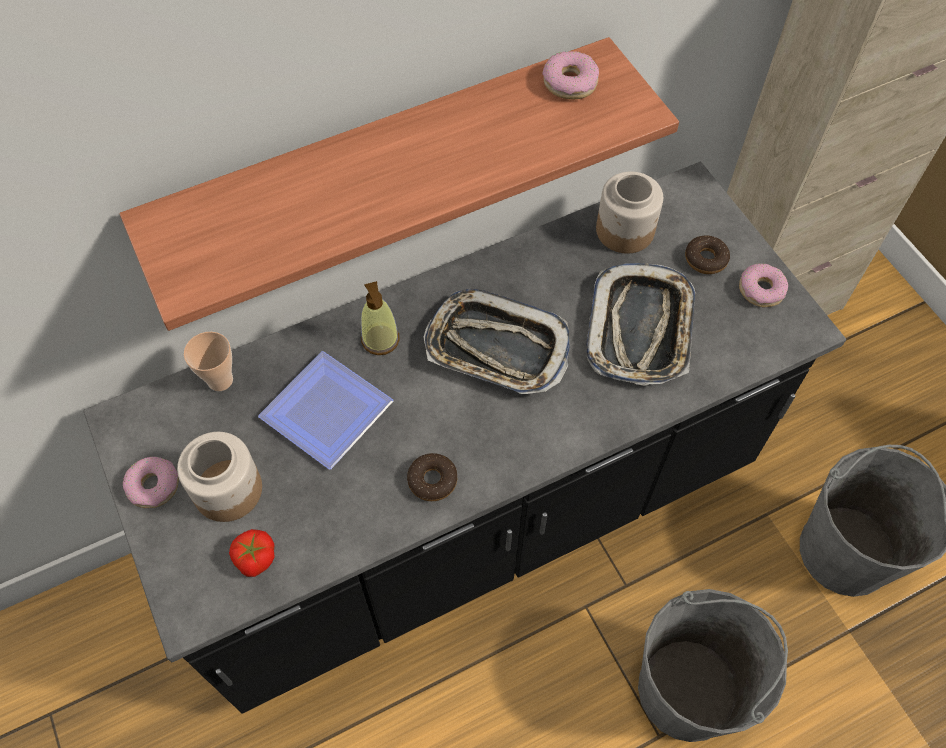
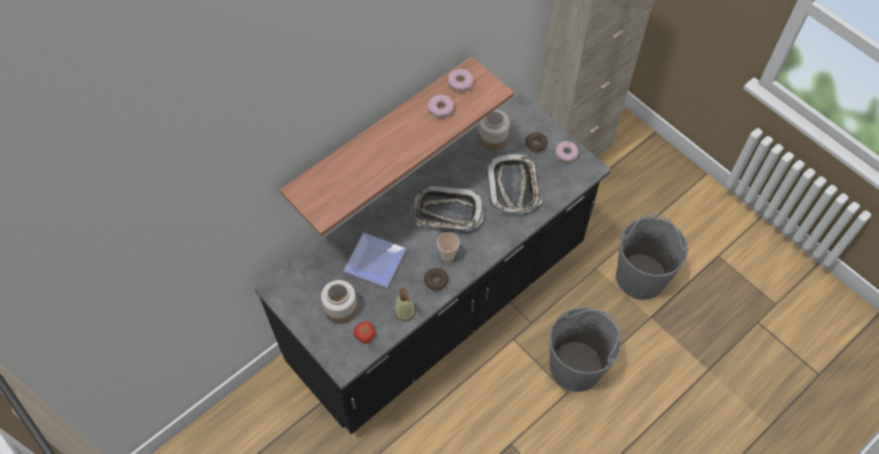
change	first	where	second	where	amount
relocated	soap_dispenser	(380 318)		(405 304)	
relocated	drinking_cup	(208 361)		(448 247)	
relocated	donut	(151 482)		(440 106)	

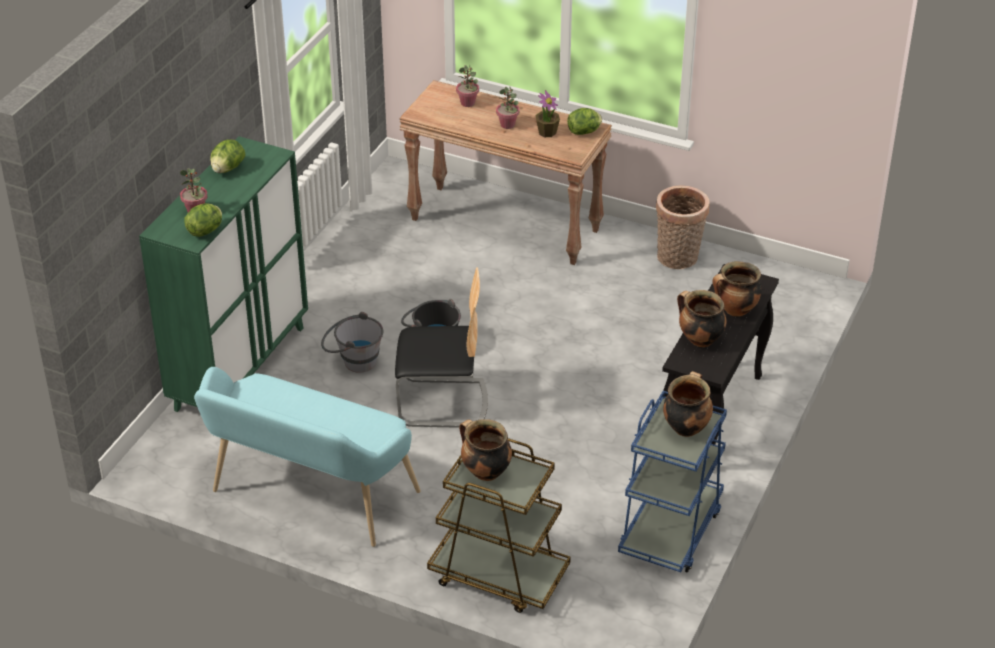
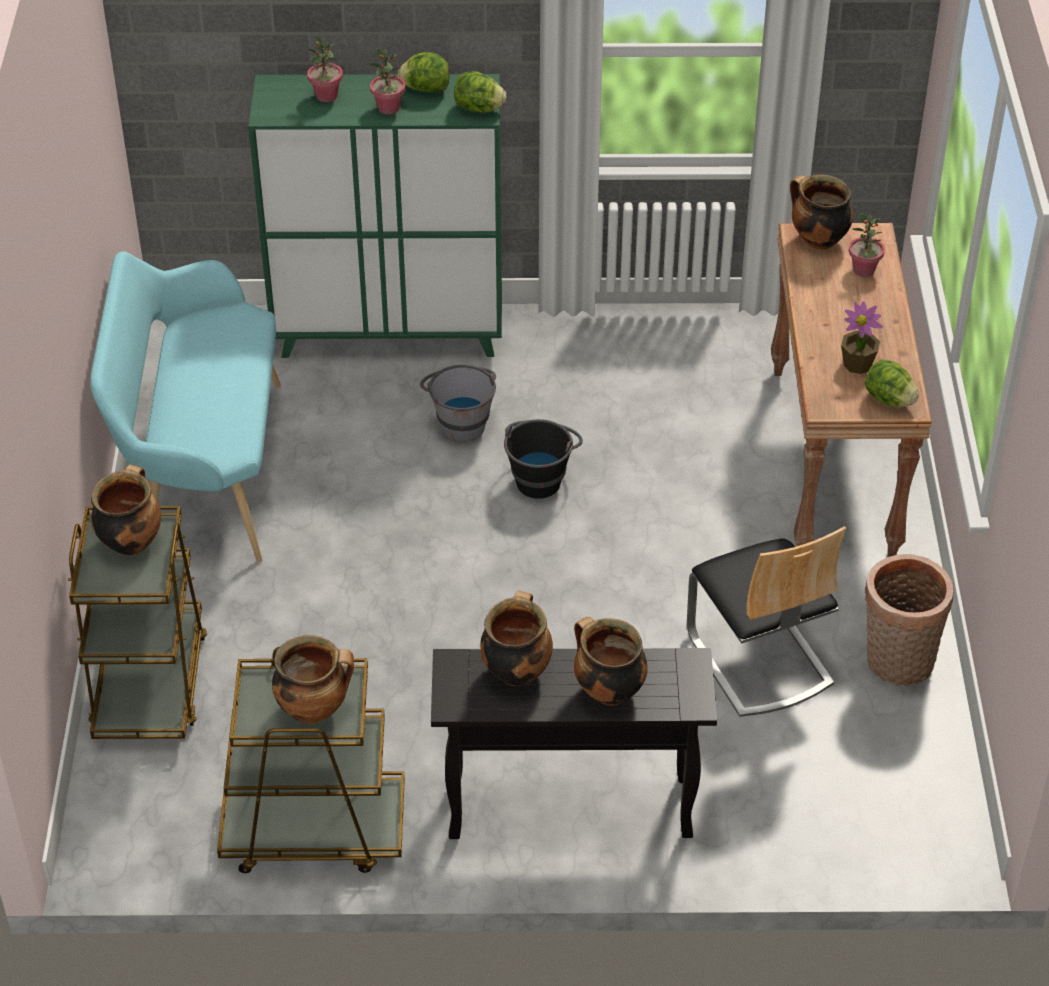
change	first	where	second	where	amount
relocated	potted_plant	(508 108)		(386 81)	
relocated	lettuce_head	(203 220)		(480 92)	
relocated	plain_chair	(441 347)		(766 621)	
colour	blue-coloured_cart	(672 482)	brown_cart	(311 759)	
appeared			saucepot	(821 212)	

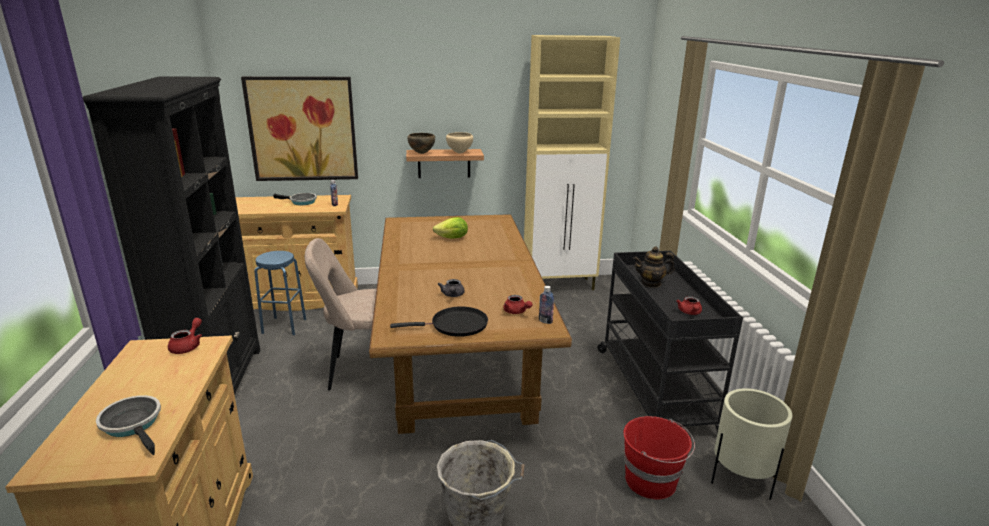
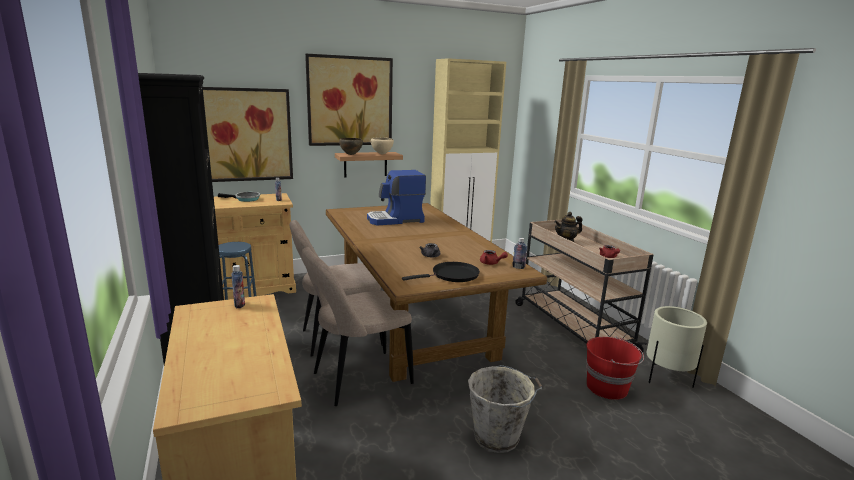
change	first	where	second	where	amount
exchanged	lettuce_head	(450 228)	coffee_maker	(396 197)	
colour	black_cart	(670 342)	beige_cart	(584 286)	
exchanged	reddish_teapot	(185 336)	drink_bottle	(238 286)	
missing	frying_pan	(128 425)			
appeared			wall_picture	(349 100)	
appeared			beige_plain_chair	(358 326)	

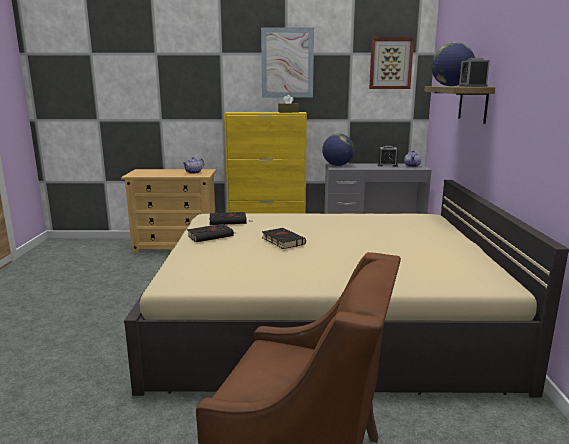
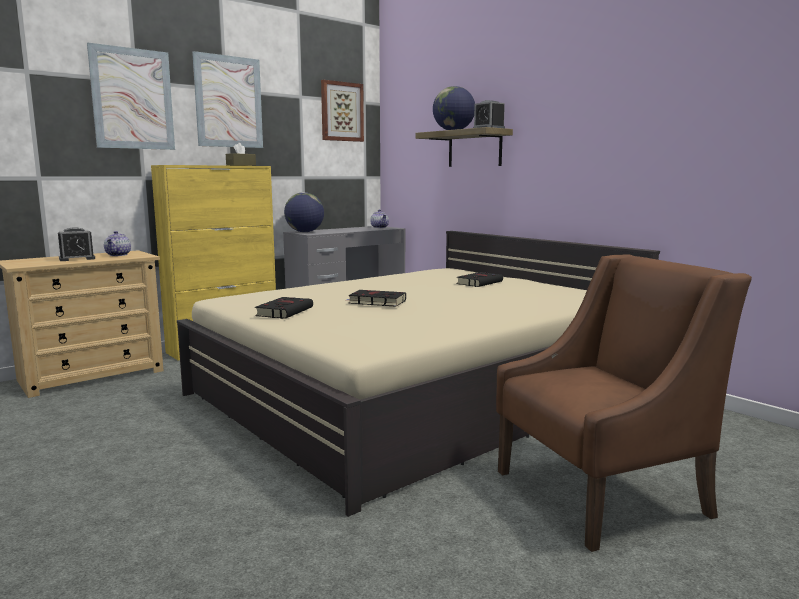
change	first	where	second	where	amount
relocated	bedside_clock	(388 156)		(76 244)	
relocated	black_book	(231 218)		(479 279)	
appeared			wall_picture	(131 96)	

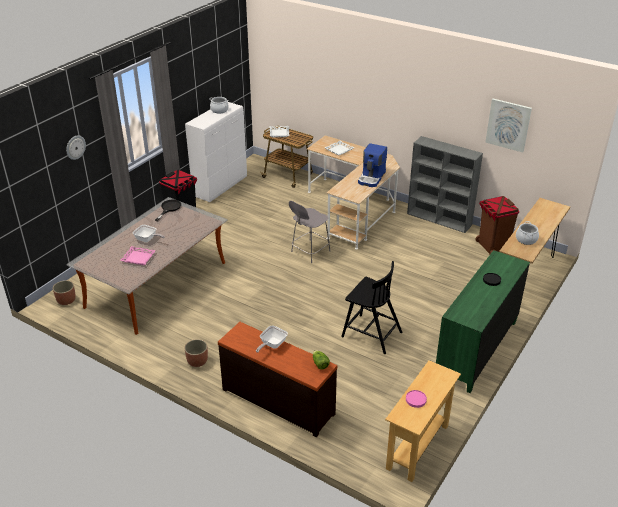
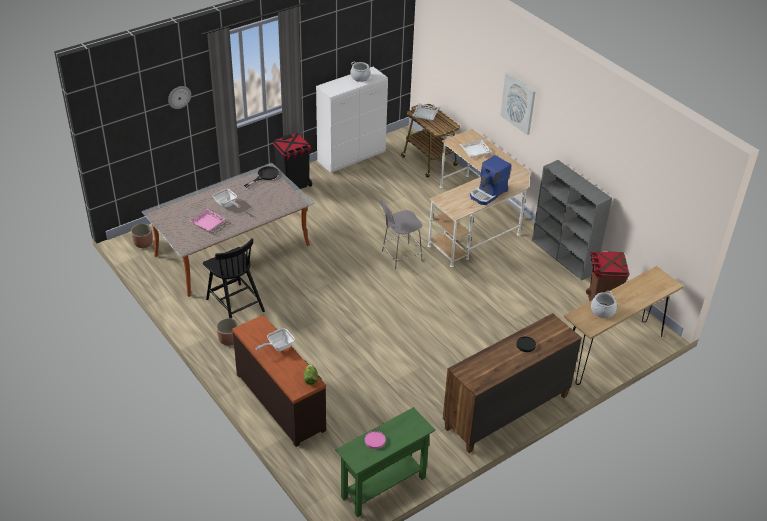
change	first	where	second	where	amount
relocated	wall_picture	(508 125)		(518 104)	
colour	greenish_chest_of_drawers	(483 321)	brown_chest_of_drawers	(512 383)	
relocated	black_plain_chair	(371 307)		(234 278)	
colour	beige_narrow_table	(423 421)	greenish_narrow_table	(385 462)	

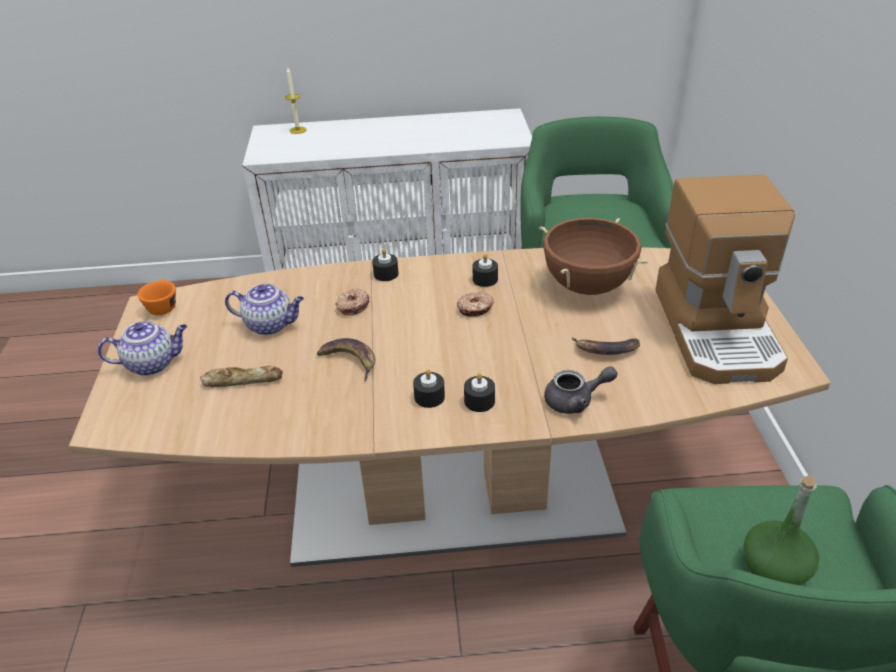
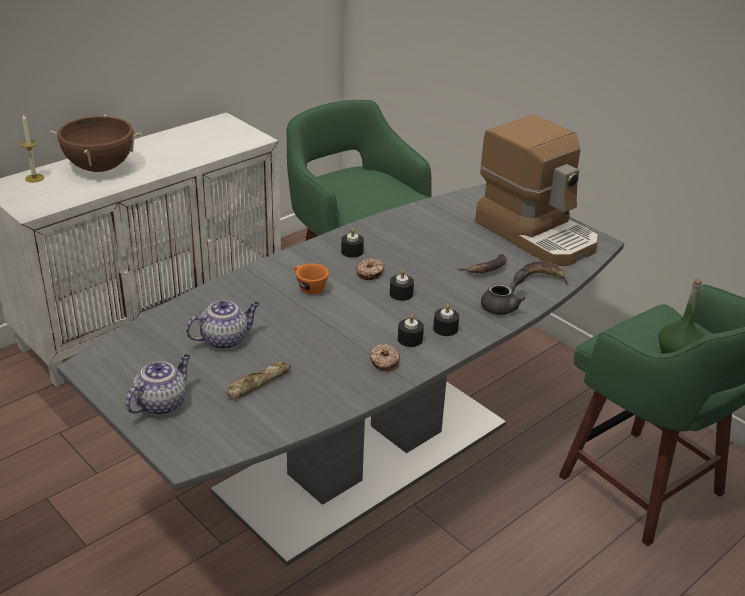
change	first	where	second	where	amount
relocated	brown_saucepot	(593 256)		(95 143)	
colour	brown_kitchen_table	(450 407)	gray_kitchen_table	(340 375)	
relocated	black_wax_candle	(385 265)		(402 285)	
relocated	orange-coloured_drinking_cup	(157 297)		(311 278)	
relocated	donut	(353 302)		(385 358)	
relocated	whole_banana	(346 360)		(544 274)	

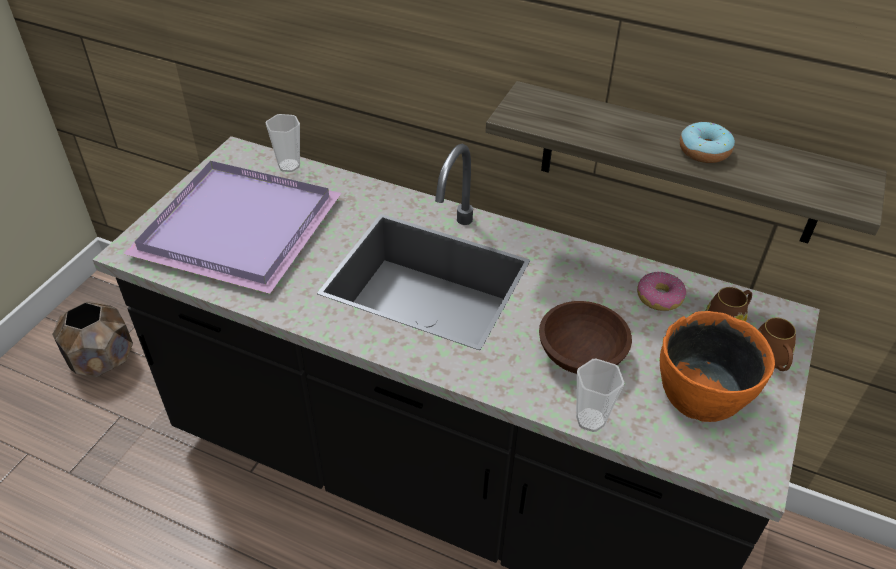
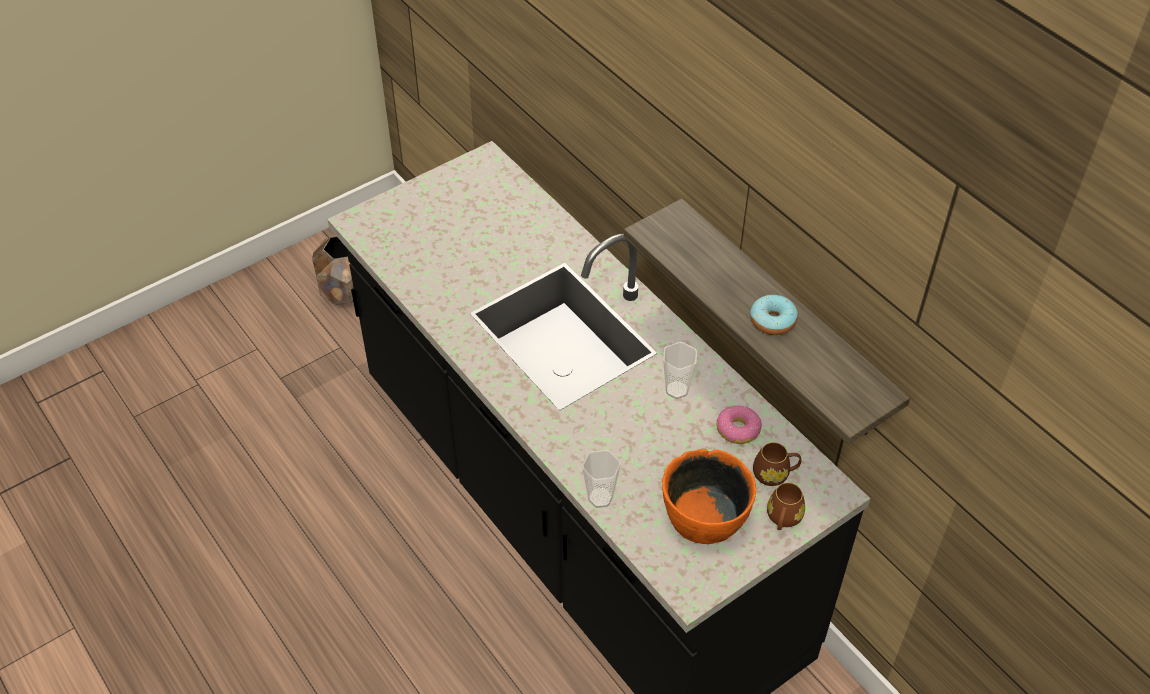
change	first	where	second	where	amount
relocated	drinking_cup	(283 143)		(680 370)	
missing	purplish_serving_tray	(232 227)			
missing	brown_deep_dish	(585 337)			

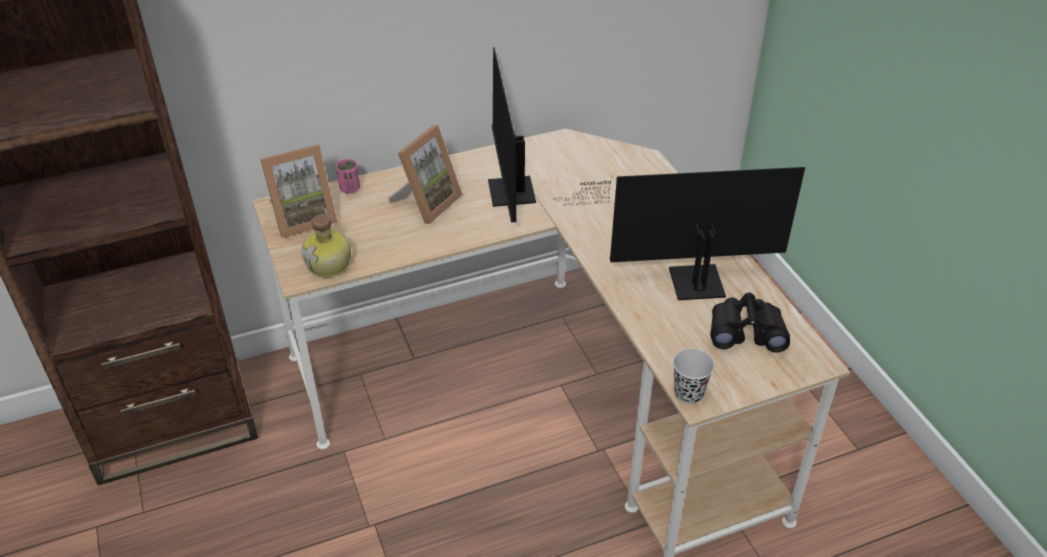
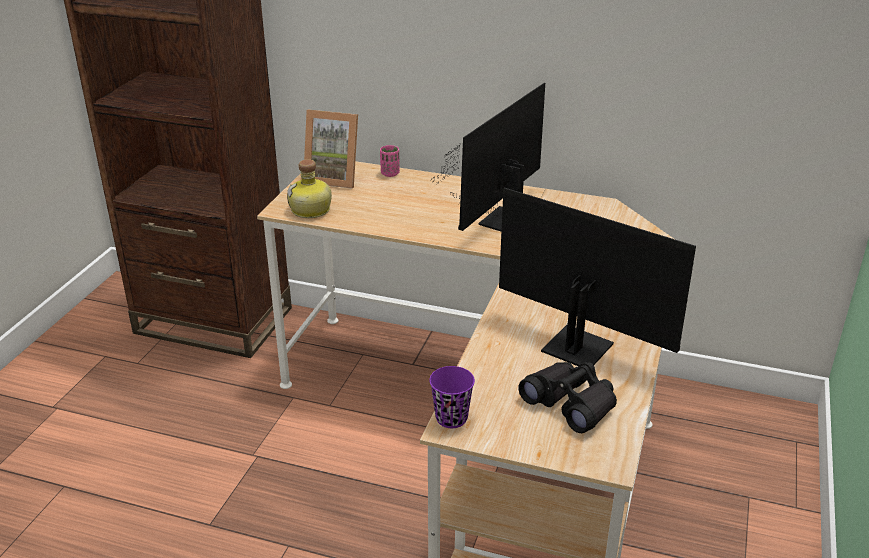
change	first	where	second	where	amount
missing	photo_frame	(426 174)			
colour	black_drinking_cup	(693 376)	purplish_drinking_cup	(452 397)	

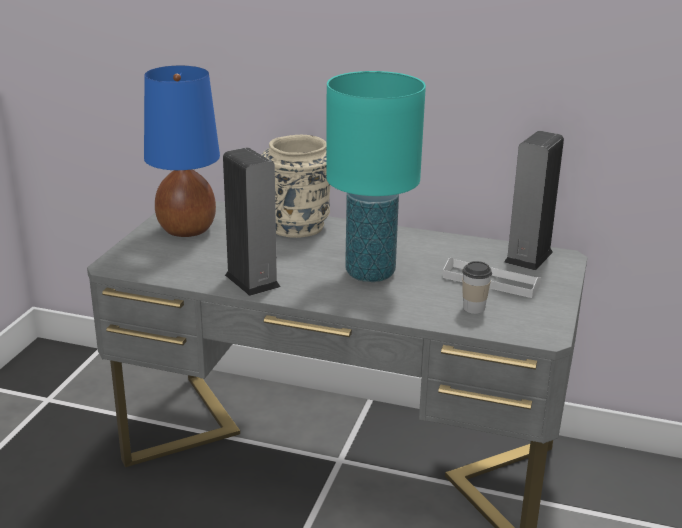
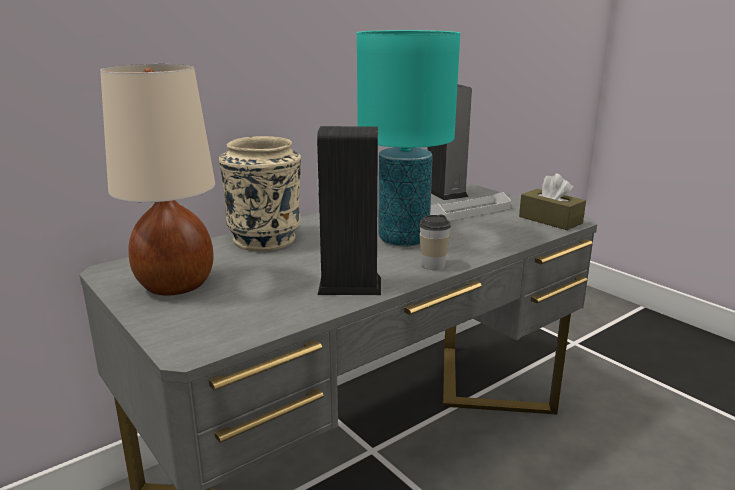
change	first	where	second	where	amount
colour	blue-coloured_lamp_for_a_table	(182 151)	beige_lamp_for_a_table	(157 180)	
relocated	drinking_cup	(477 287)		(435 242)	
appeared			brown_tissue_box	(552 202)	

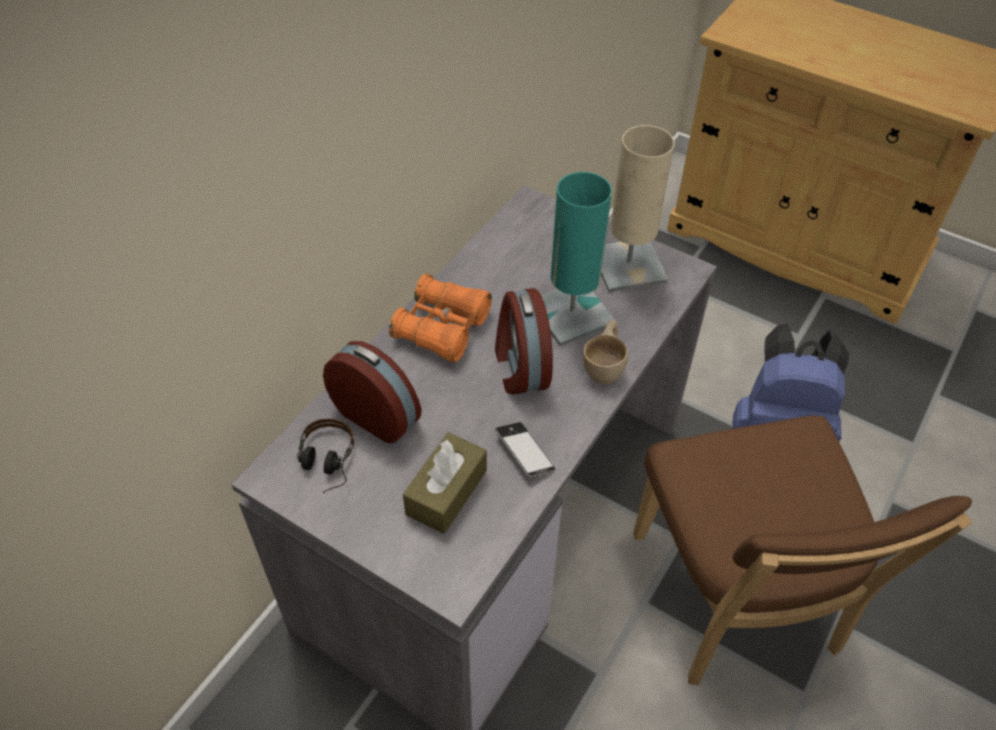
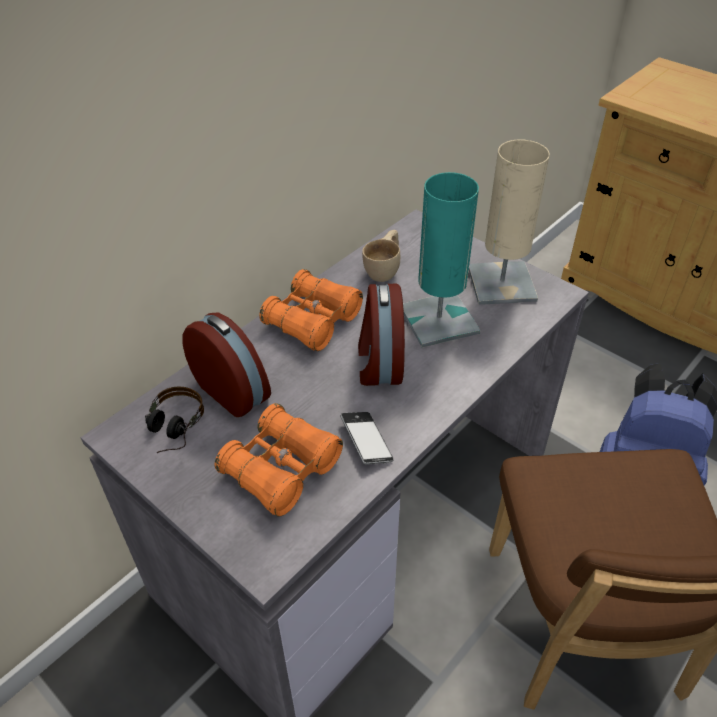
change	first	where	second	where	amount
relocated	beige_drinking_cup	(605 352)		(381 256)	
exchanged	brown_tissue_box	(445 483)	orange-coloured_binoculars	(278 460)	

